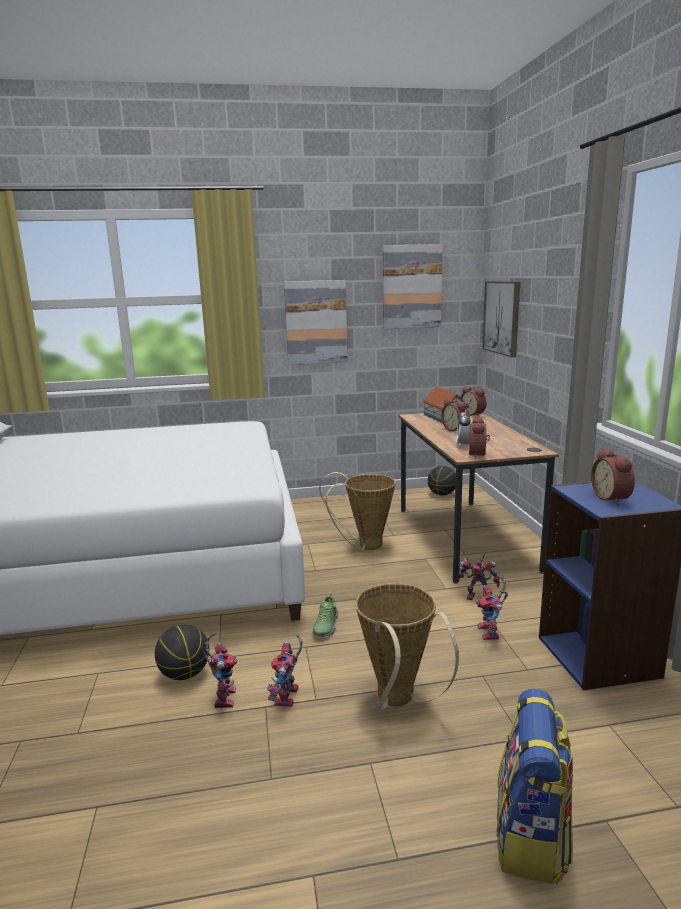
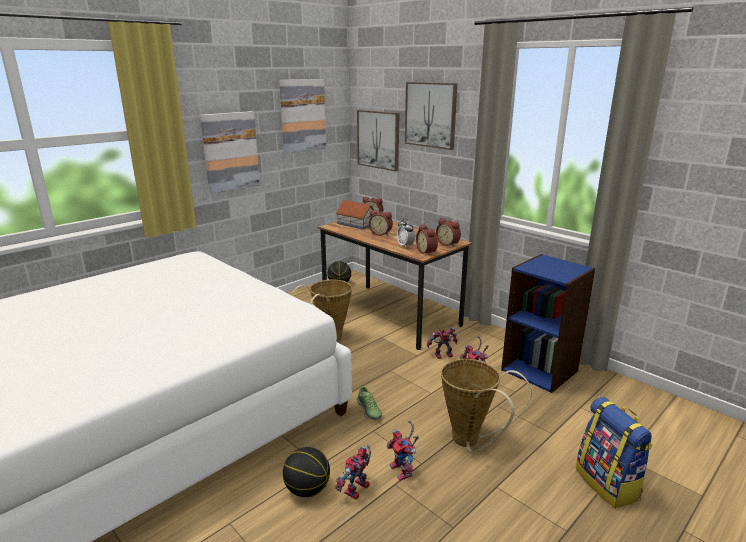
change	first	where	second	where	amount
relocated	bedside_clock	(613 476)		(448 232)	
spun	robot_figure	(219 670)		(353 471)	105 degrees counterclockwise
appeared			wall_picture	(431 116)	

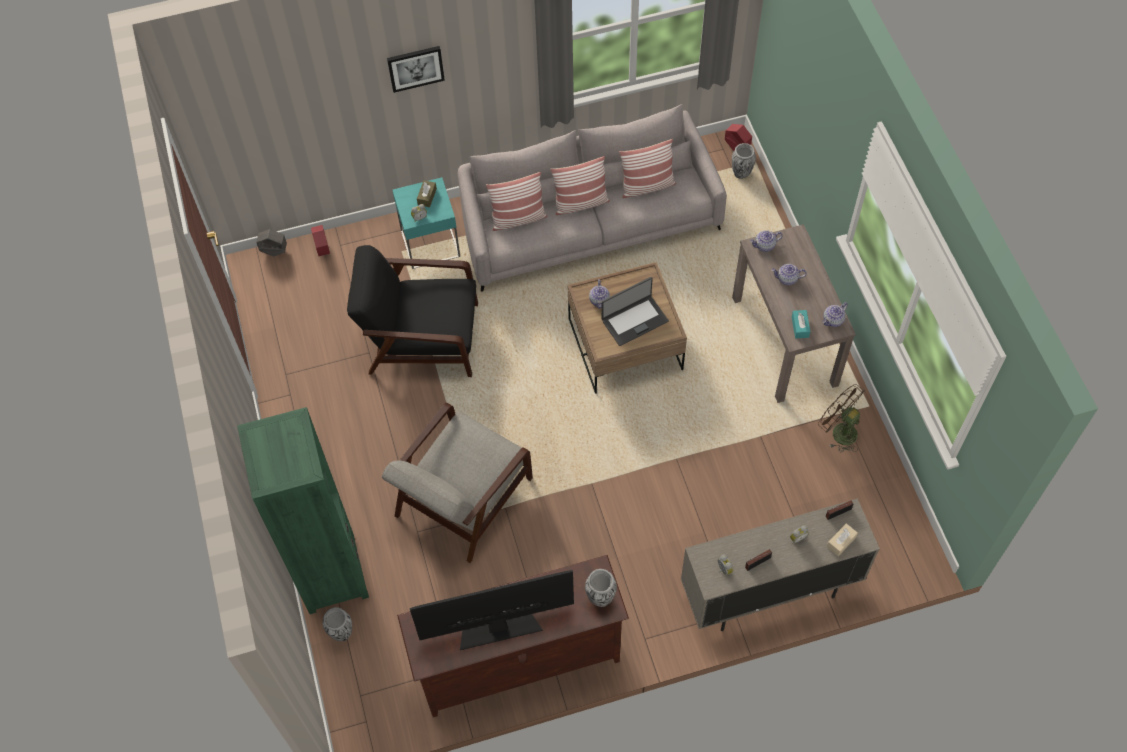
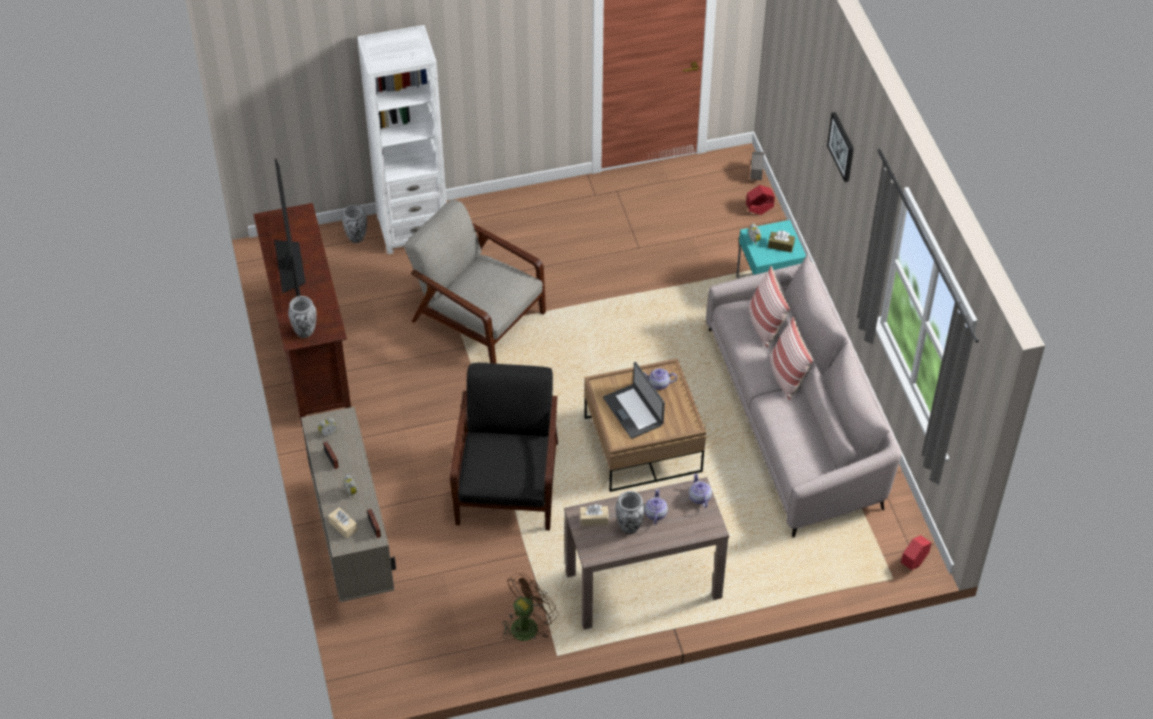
change	first	where	second	where	amount
missing	pillow	(647 168)			
relocated	decorative_vase	(744 161)		(630 512)	
relocated	black_lounge_chair	(412 311)		(504 446)	
missing	teapot	(835 314)			
colour	turquoise_tissue_box	(801 324)	beige_tissue_box	(594 515)	
colour	greenish_bookcase	(303 510)	whitish_bookcase	(402 139)	

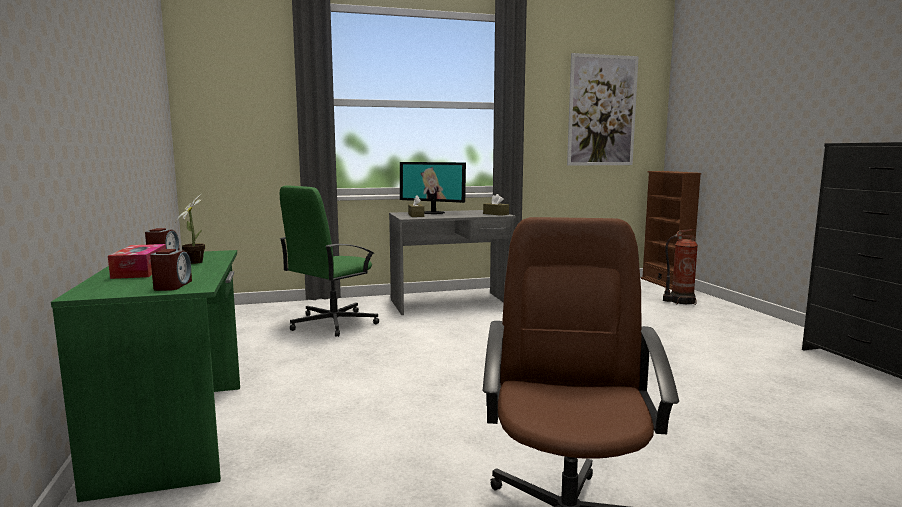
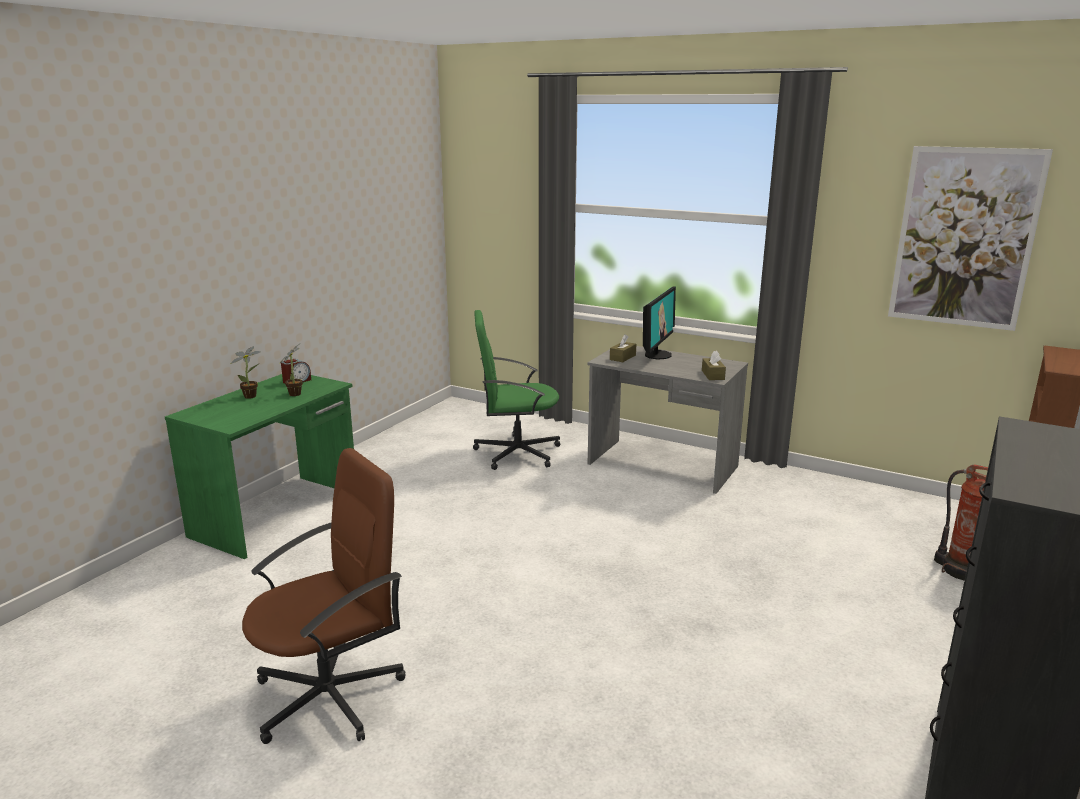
change	first	where	second	where	amount
spun	computer_display	(433 188)		(659 323)	135 degrees counterclockwise
exchanged	tissue_box	(137 261)	potted_plant	(246 372)	
missing	bedside_clock	(171 270)			

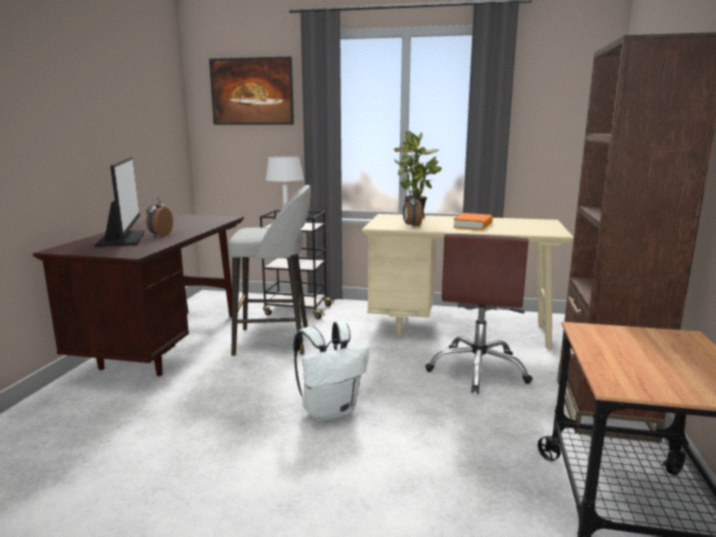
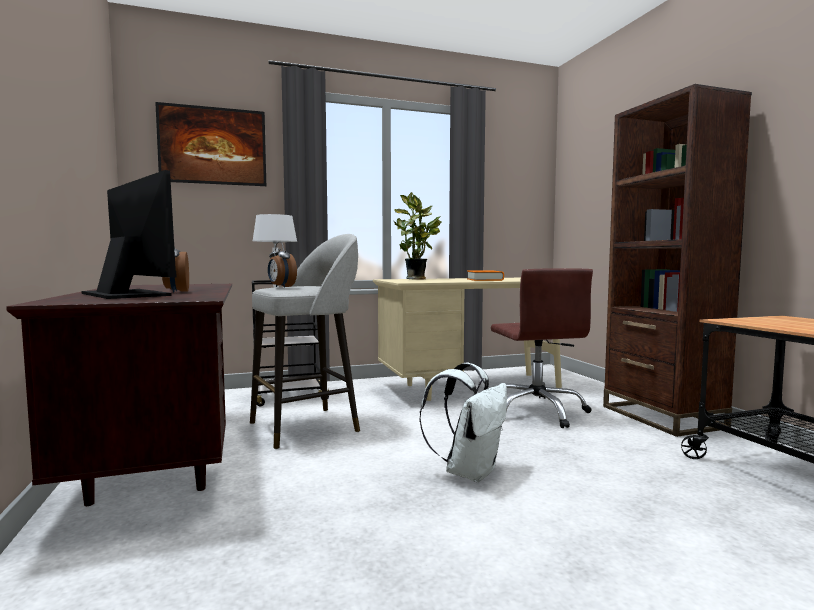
change	first	where	second	where	amount
relocated	bedside_clock	(413 209)		(282 265)	

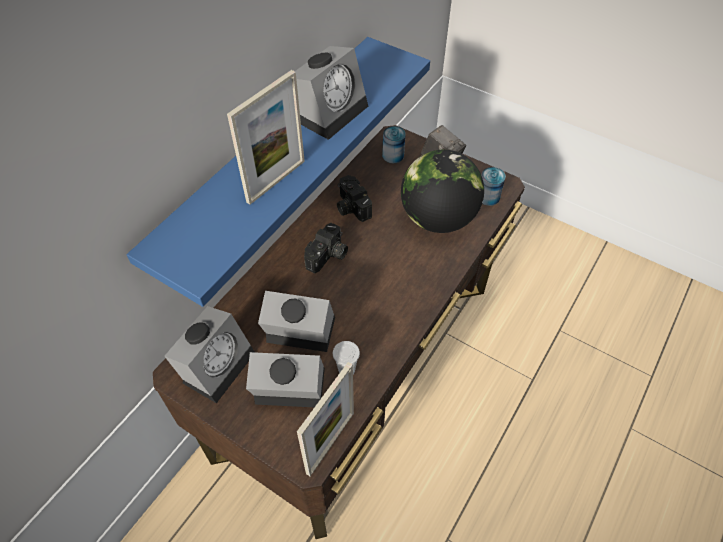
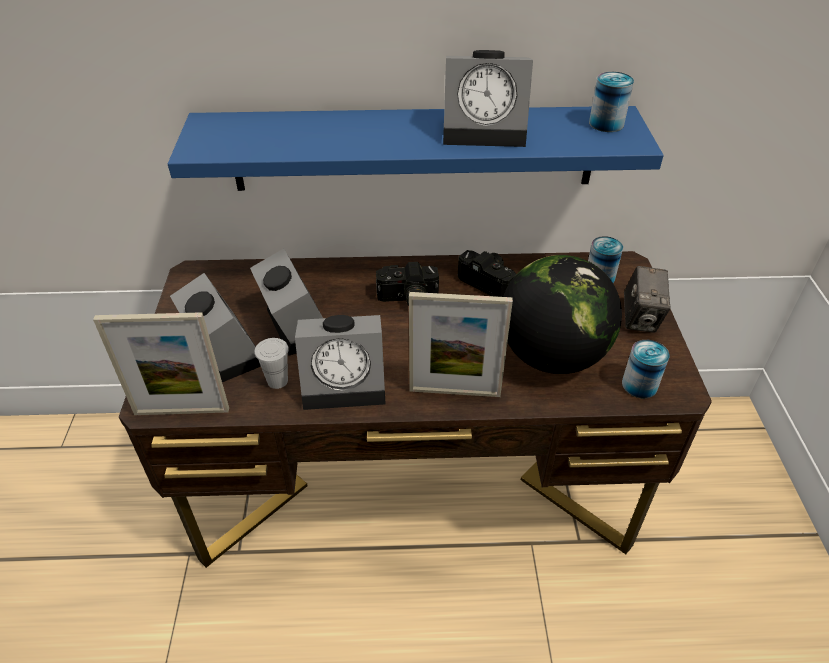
change	first	where	second	where	amount
relocated	photo_frame	(266 137)		(461 344)	
spun	still_camera	(354 198)		(487 273)	105 degrees clockwise
relocated	bedside_clock	(209 354)		(340 362)	
appeared			can	(611 102)	

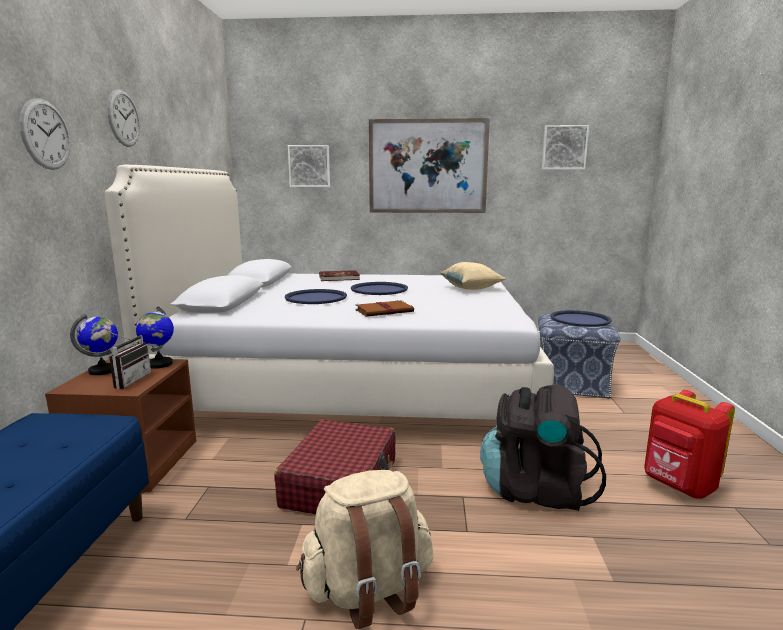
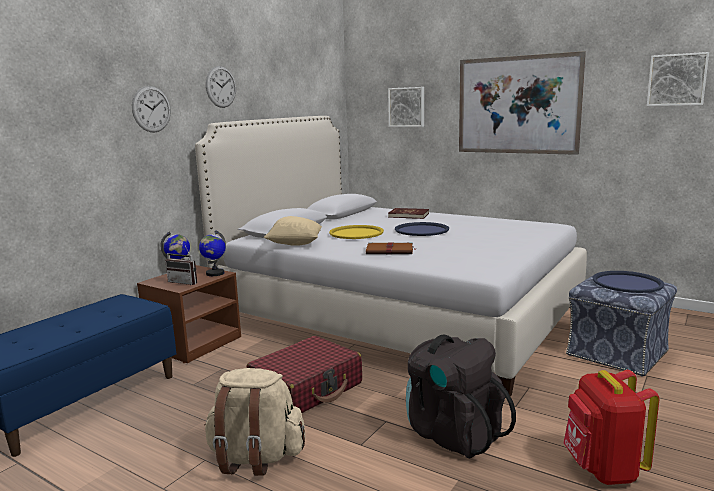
change	first	where	second	where	amount
relocated	beige_pillow	(473 276)		(293 231)	
colour	blue-coloured_serving_tray	(316 296)	yellow-coloured_serving_tray	(356 232)	
spun	radio_receiver	(129 360)		(181 264)	75 degrees clockwise

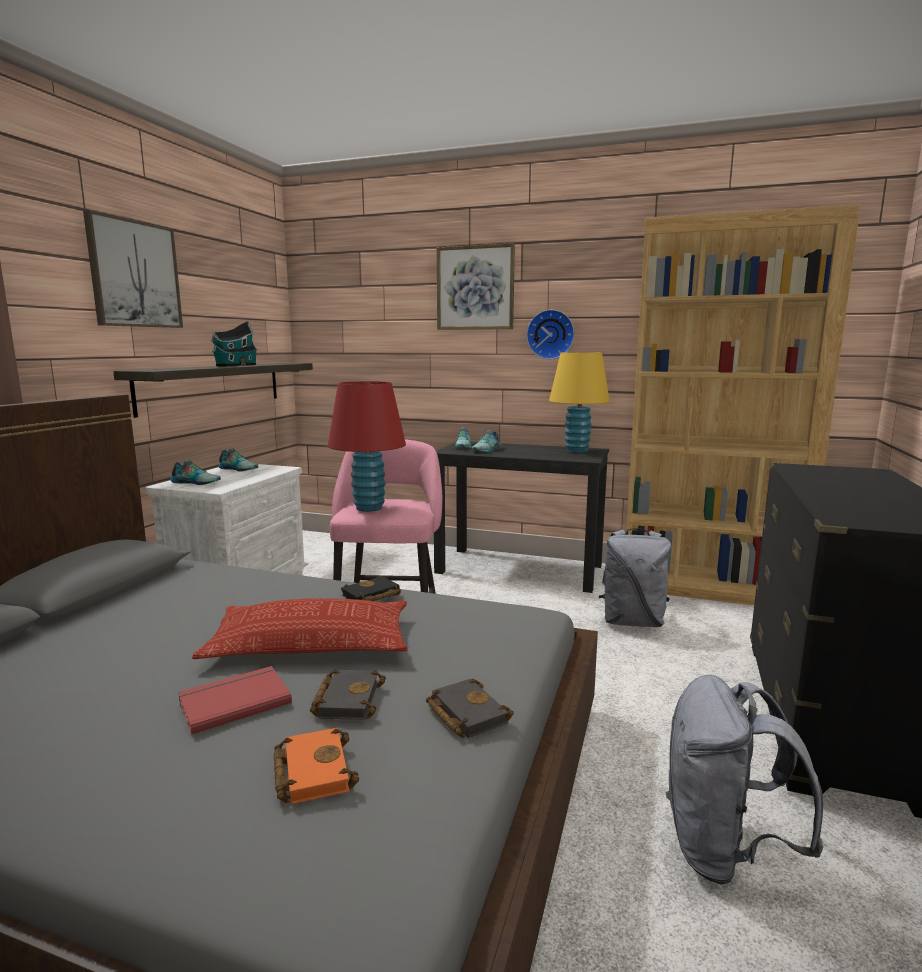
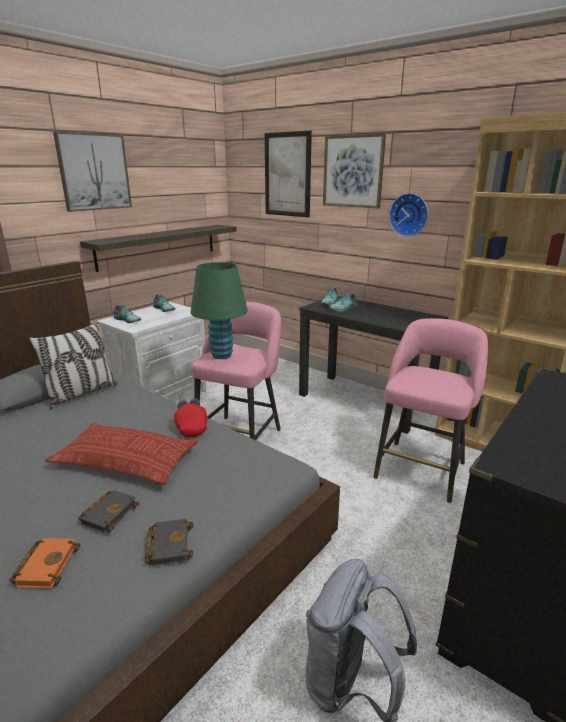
change	first	where	second	where	amount
missing	model_house	(234 343)			
missing	yellow-coloured_lamp_for_a_table	(579 402)			
colour	reddish_lamp_for_a_table	(367 446)	greenish_lamp_for_a_table	(219 310)	
exchanged	gray_rucksack	(635 577)	pinkish_sitting_stool	(430 410)	
exchanged	black_book	(371 588)	reddish_cap	(190 418)	
missing	reddish_book	(235 700)			
appeared			wall_picture	(288 173)	
appeared			pillow	(73 366)	

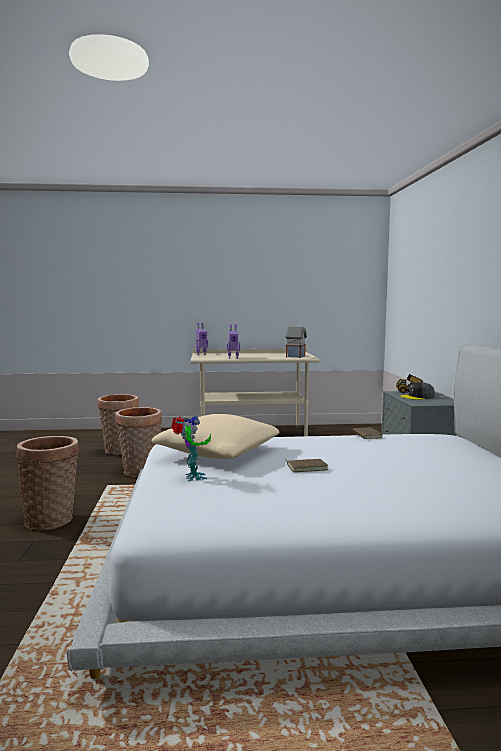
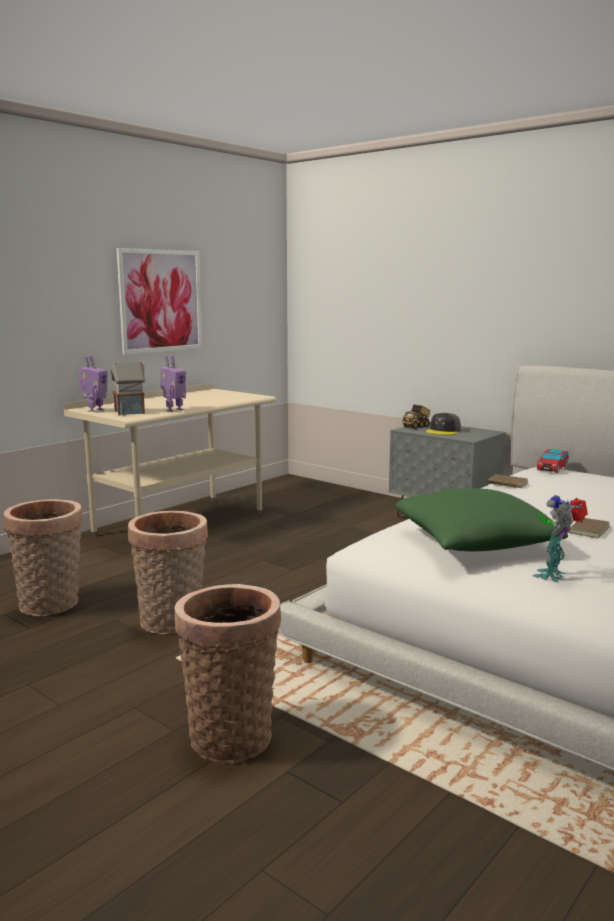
change	first	where	second	where	amount
relocated	model_house	(296 342)		(128 388)	
colour	beige_pillow	(215 436)	greenish_pillow	(481 519)	
spun	robot_figure	(191 448)		(560 538)	90 degrees counterclockwise
appeared			wall_picture	(159 301)	
appeared			toy_car	(553 461)	

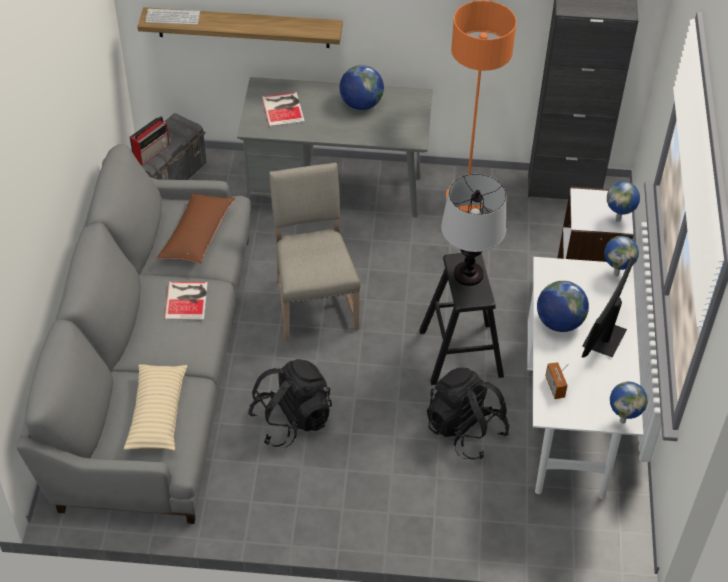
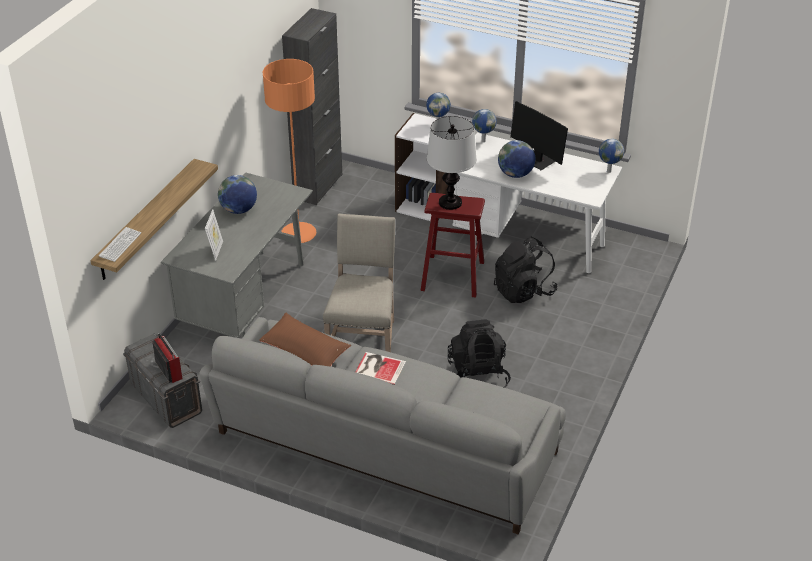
change	first	where	second	where	amount
exchanged	book	(283 109)	photo_frame	(214 235)	
spun	beige_plain_chair	(315 252)		(359 282)	90 degrees clockwise
colour	black_sitting_stool	(461 319)	reddish_sitting_stool	(452 245)	
missing	radio_receiver	(557 380)			
missing	beige_pillow	(156 407)			

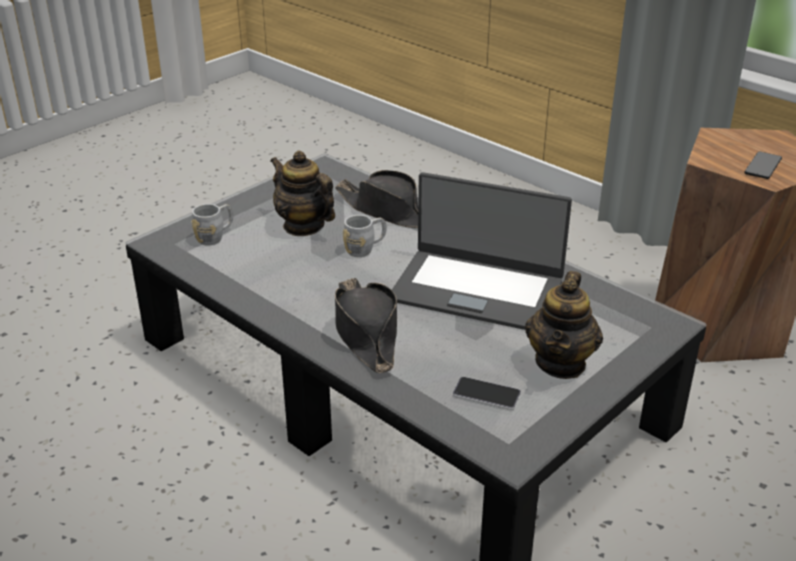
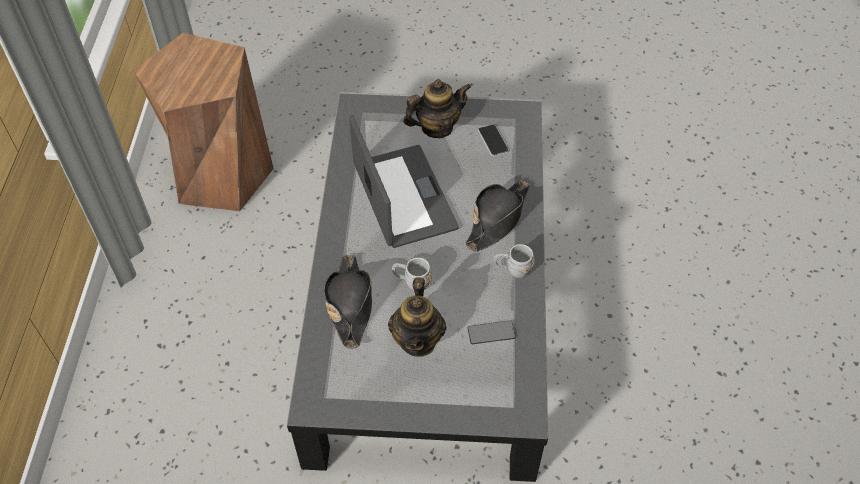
change	first	where	second	where	amount
relocated	handset	(763 165)		(492 332)	
relocated	gray_mug	(212 225)		(514 261)	

